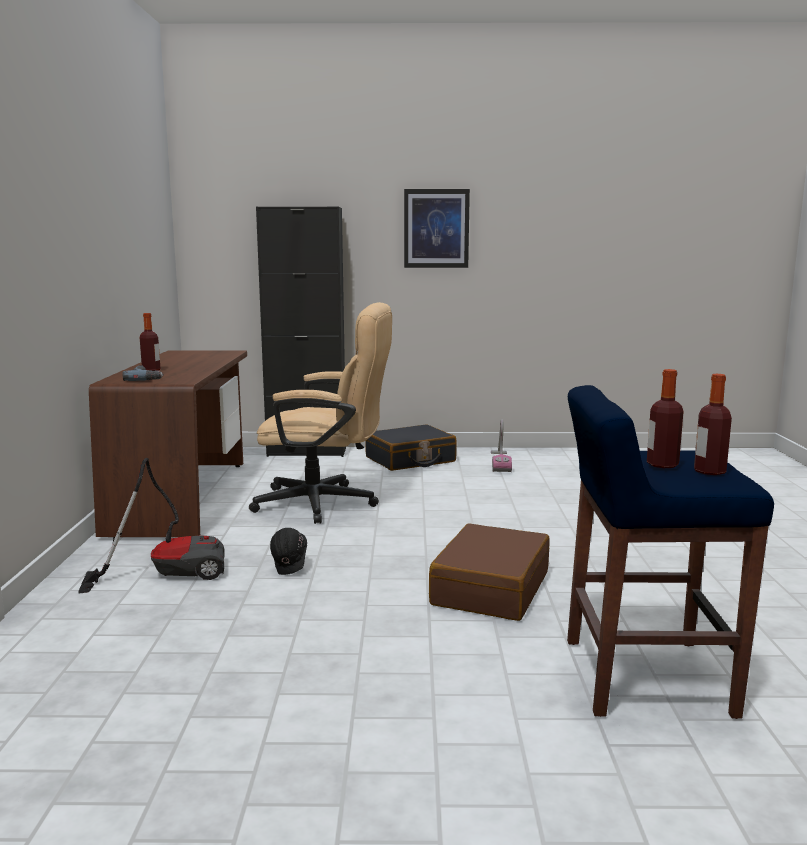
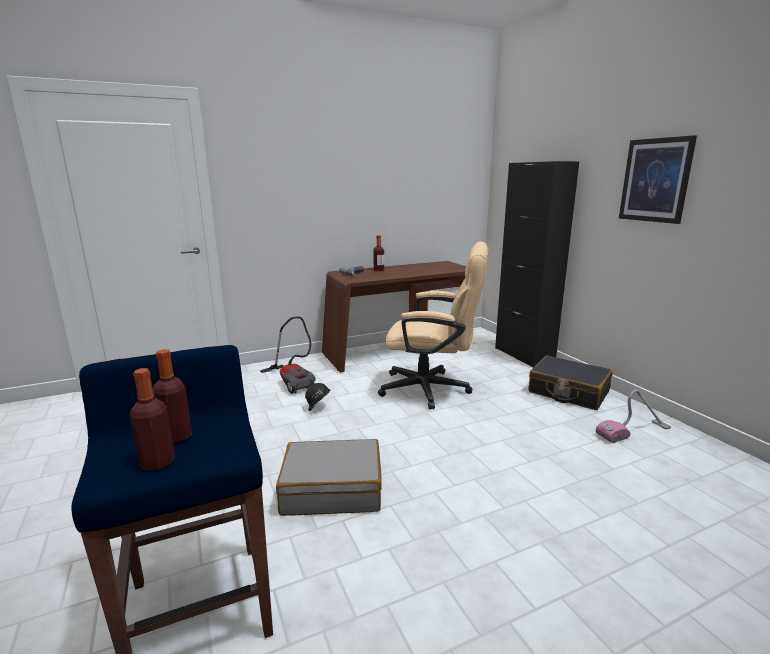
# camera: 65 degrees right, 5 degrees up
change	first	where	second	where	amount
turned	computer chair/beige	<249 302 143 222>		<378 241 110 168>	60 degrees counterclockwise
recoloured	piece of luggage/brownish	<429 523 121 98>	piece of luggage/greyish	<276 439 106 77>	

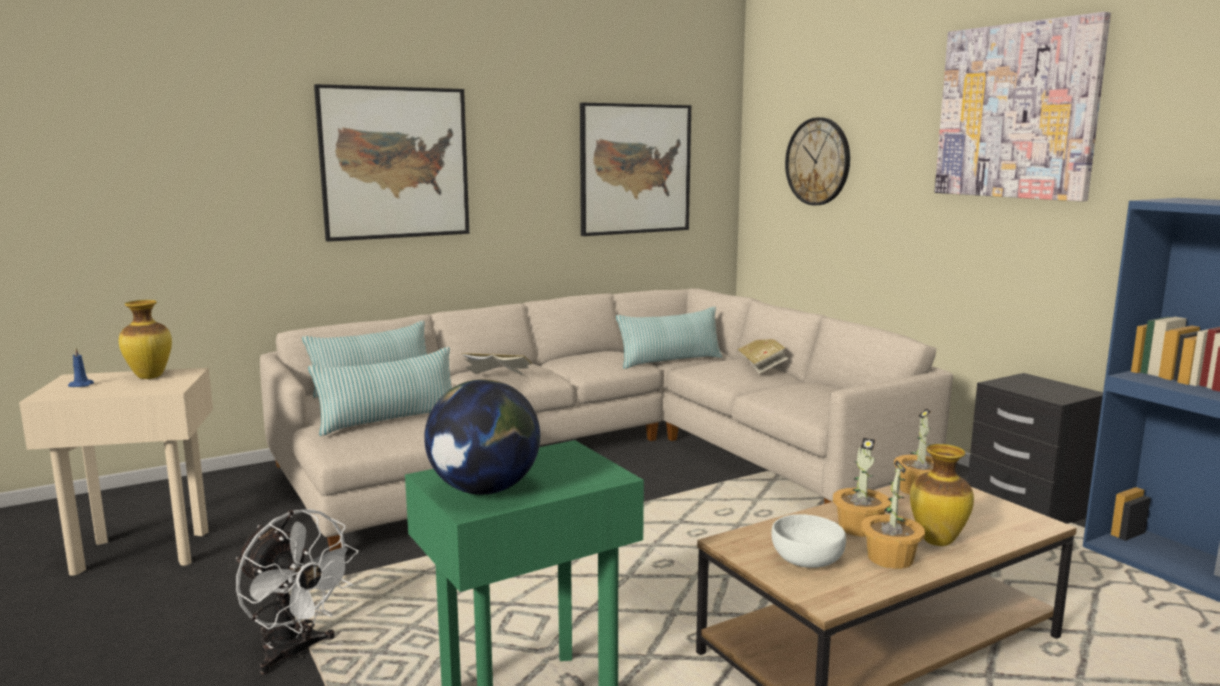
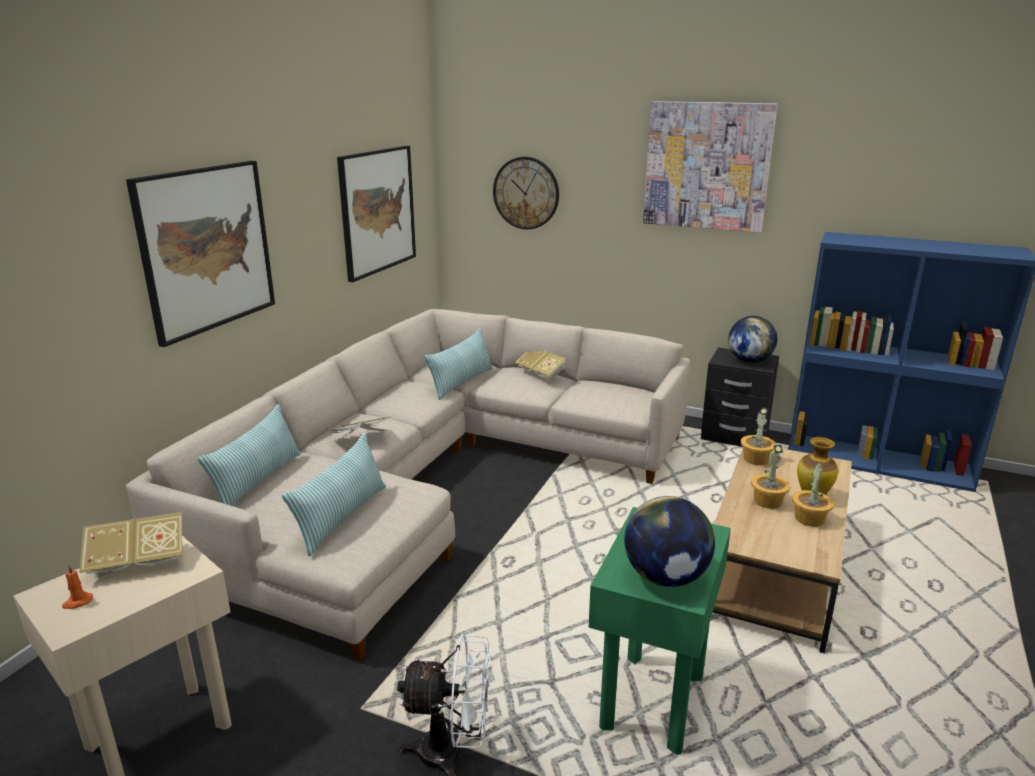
# camera: 35 degrees left, 10 degrees up
change	first	where	second	where	amount
replaced	decorative vase	<119 300 53 79>	bound book	<79 512 103 67>	
recoloured	wax candle/bluish	<68 348 26 39>	wax candle/orangey	<62 565 31 44>	
removed	bowl/whitish	<771 514 75 54>			
added			globe	<728 316 49 47>	

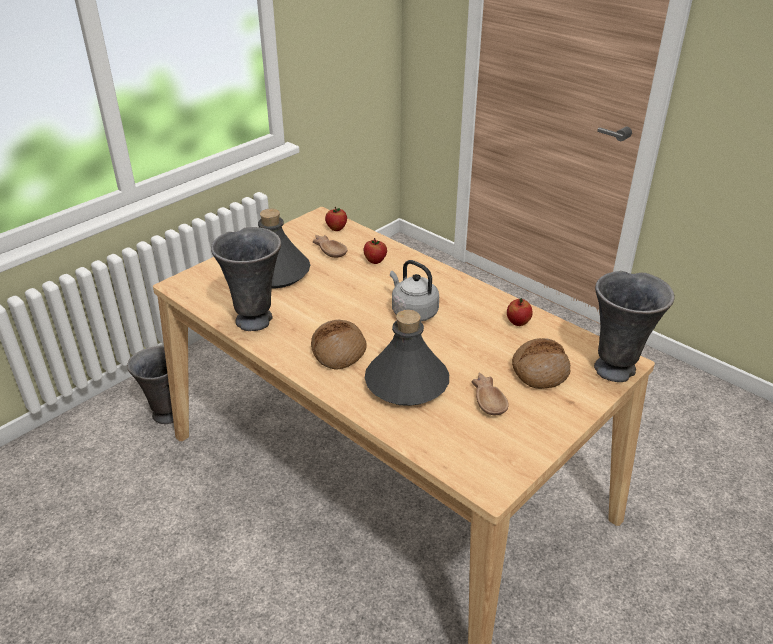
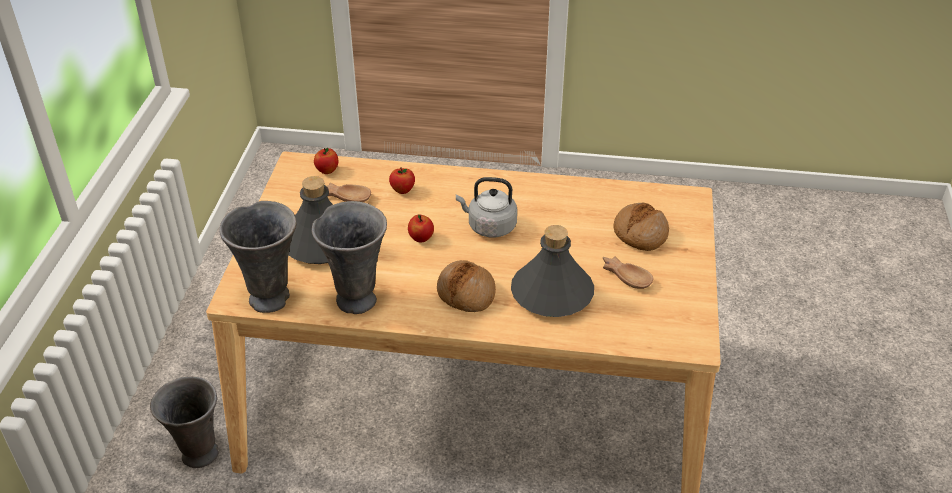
# camera: 35 degrees left, 5 degrees up
change	first	where	second	where	amount
moved	decorative vase/greyish	<594 271 81 111>		<219 201 78 112>	
moved	apple fruit	<507 298 26 28>		<408 215 26 28>	

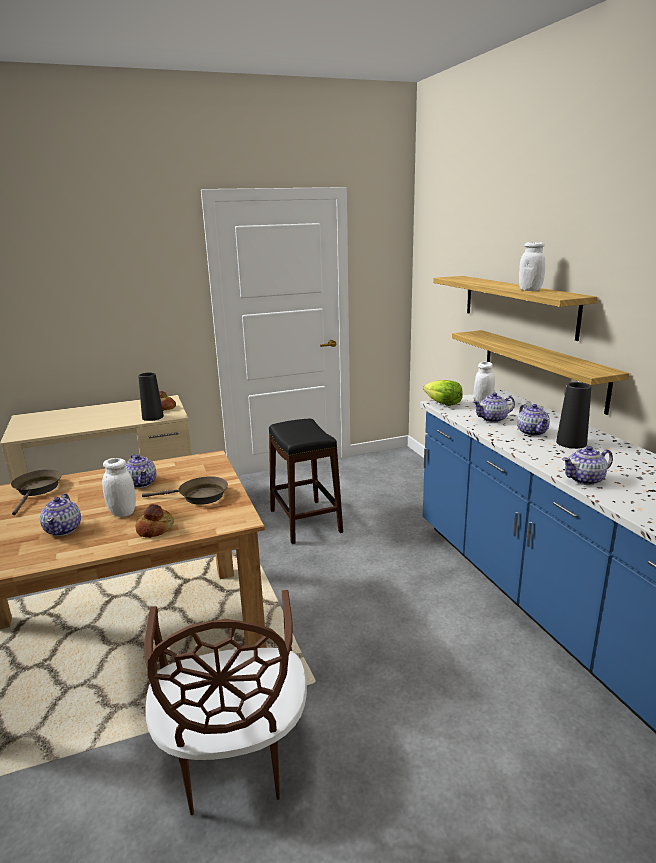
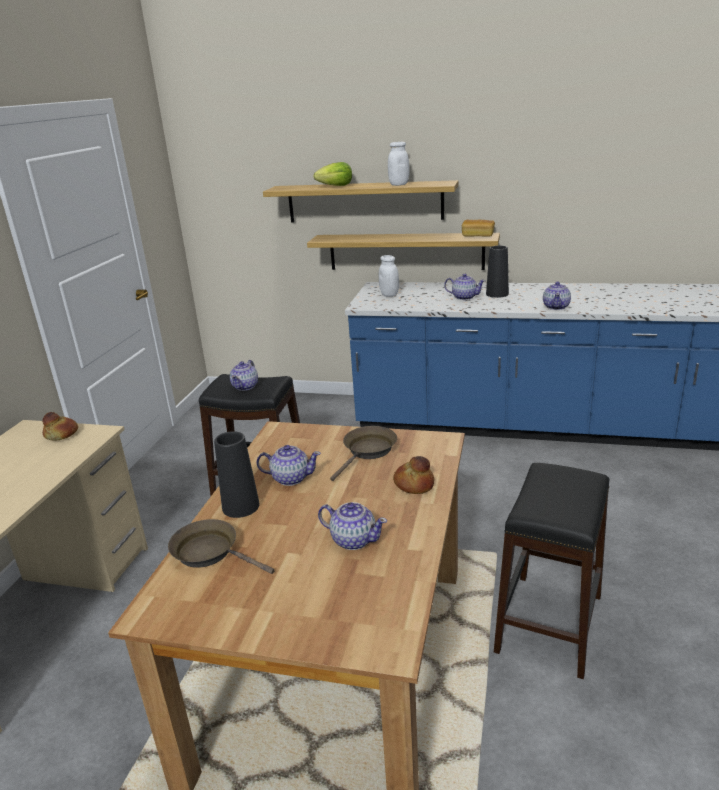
# camera: 55 degrees left, 5 degrees up
change	first	where	second	where	amount
moved	decorative vase/black	<138 372 26 49>		<214 431 46 87>	
moved	head of lettuce	<423 380 40 26>		<313 162 39 24>	
moved	pot for tea	<473 393 42 30>		<230 360 28 31>	
removed	preserve jar/whitish	<102 458 34 59>			
replaced	plain chair/brownish	<144 590 163 225>	sitting stool/black	<494 463 115 216>	
added			bakery bread	<462 219 33 18>	

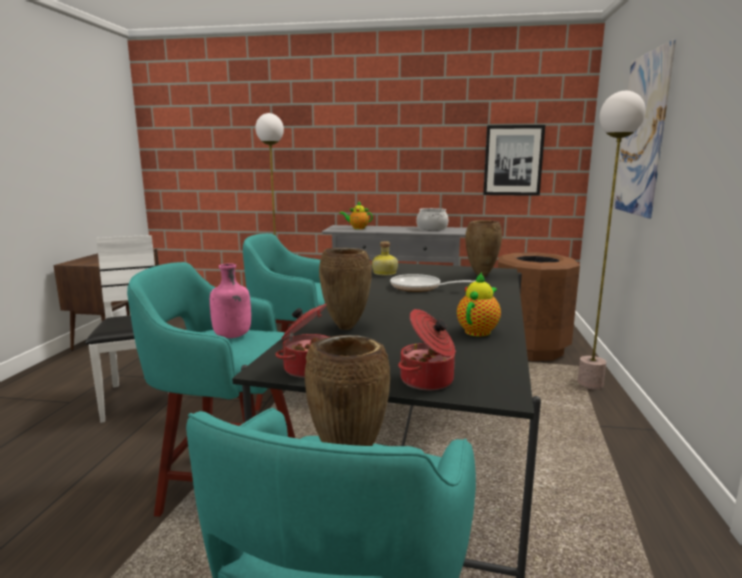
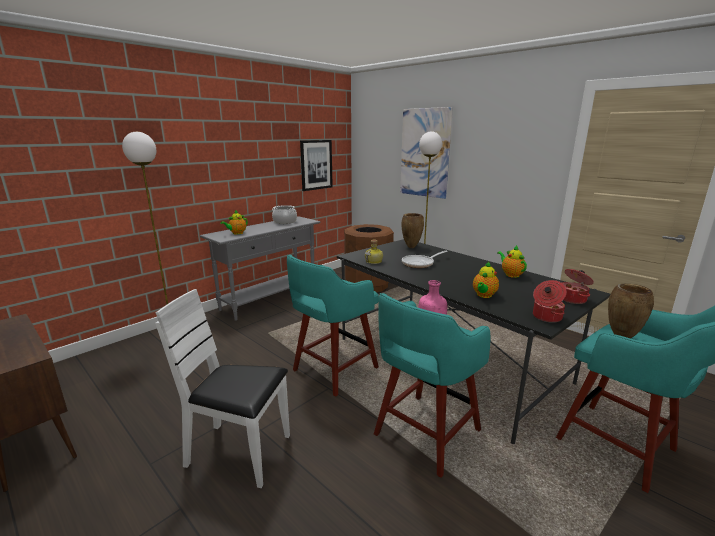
# camera: 55 degrees left, 5 degrees up
change	first	where	second	where	amount
replaced	decorative vase/brownish	<319 248 53 82>	pot for tea	<473 262 26 36>	

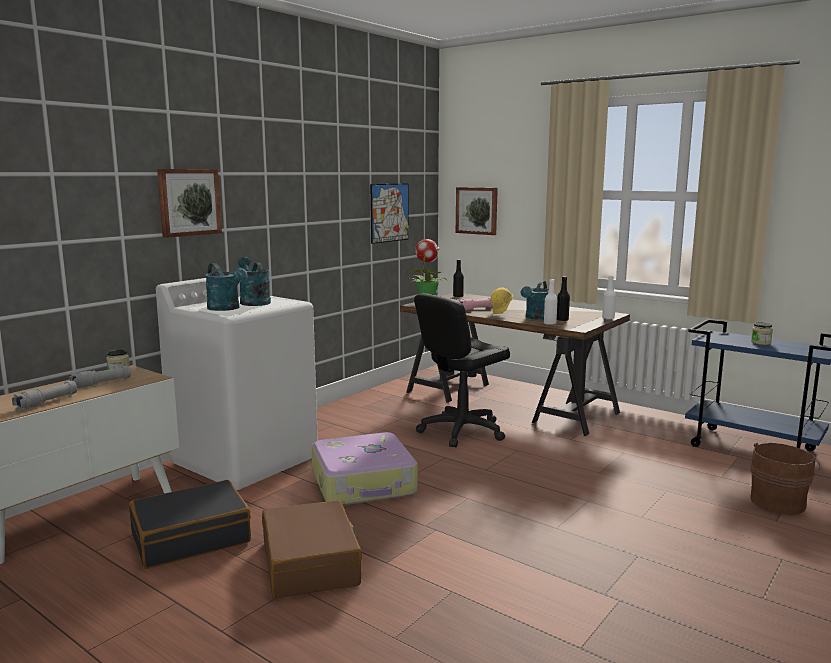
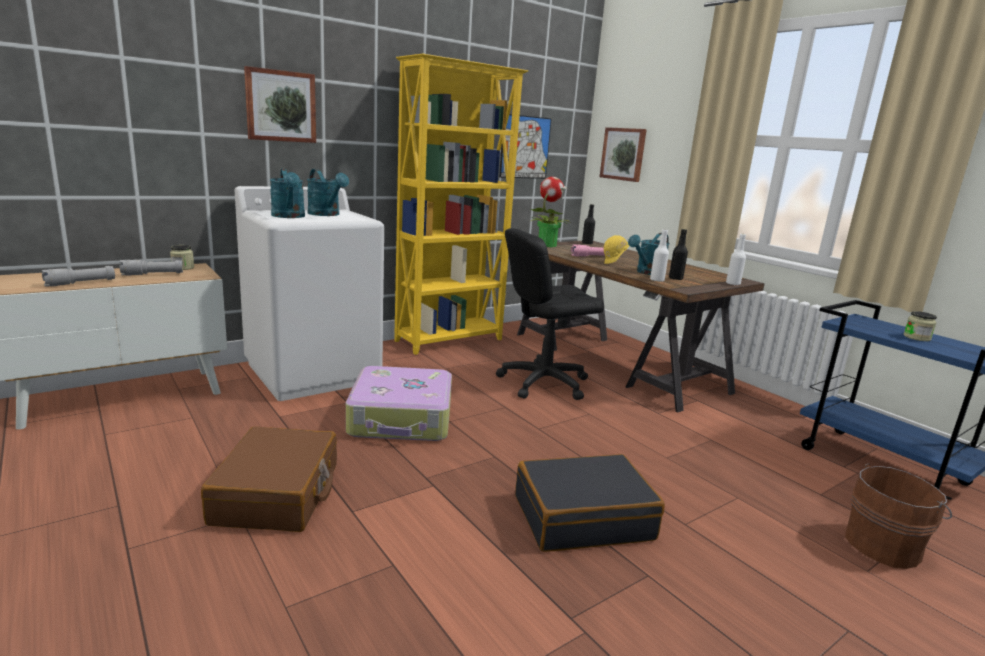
# camera: 15 degrees right, 5 degrees up
change	first	where	second	where	amount
turned	sprinkling can/blue-green	<238 257 33 49>		<307 169 42 47>	150 degrees clockwise
moved	piece of luggage/black	<129 480 122 89>		<515 454 150 98>	
added			shelving unit/yellow	<394 54 134 301>	

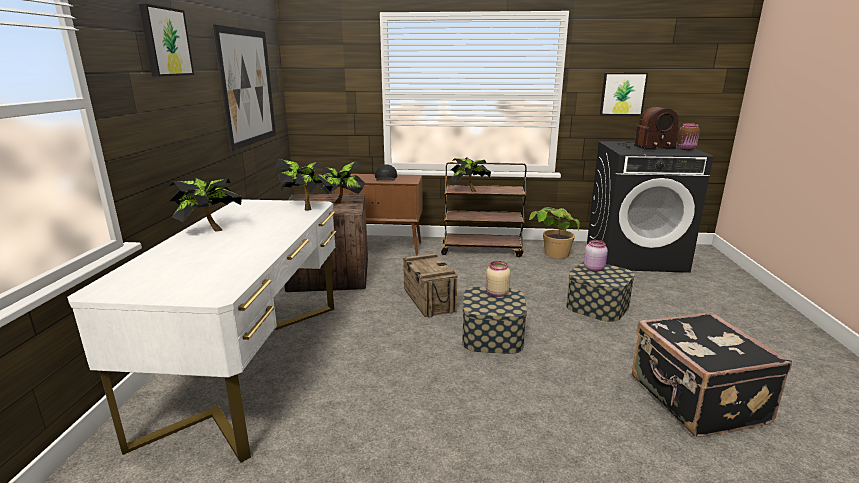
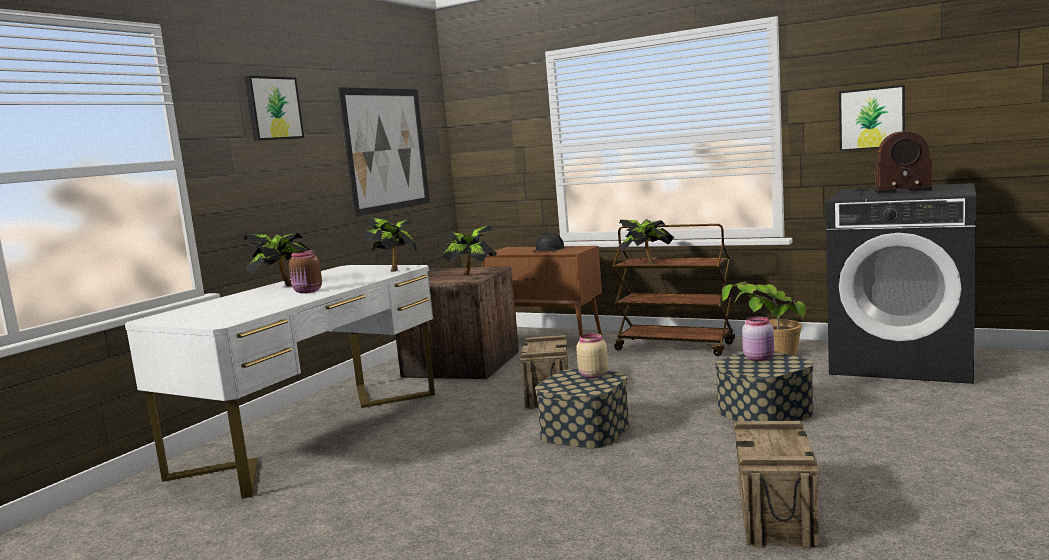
# camera: 25 degrees right, 10 degrees down
change	first	where	second	where	amount
moved	preserve jar/brownish	<677 123 23 27>		<289 250 33 43>	
replaced	piece of luggage/black	<632 312 160 125>	shipping crate	<734 421 86 128>	

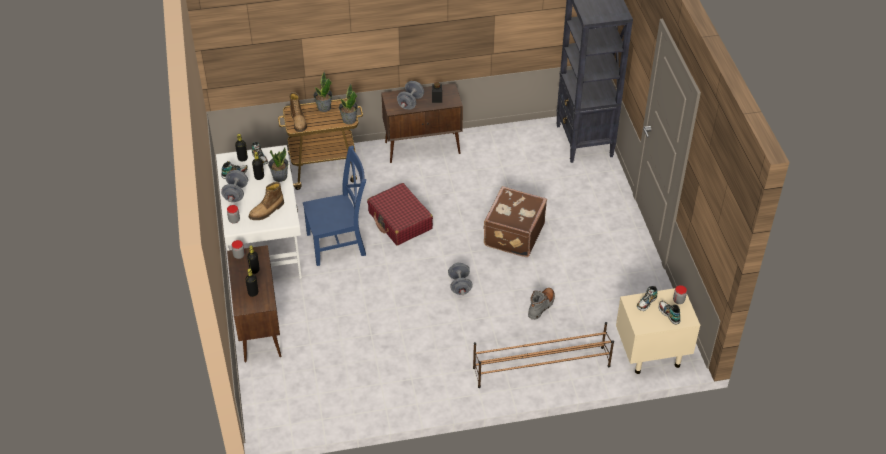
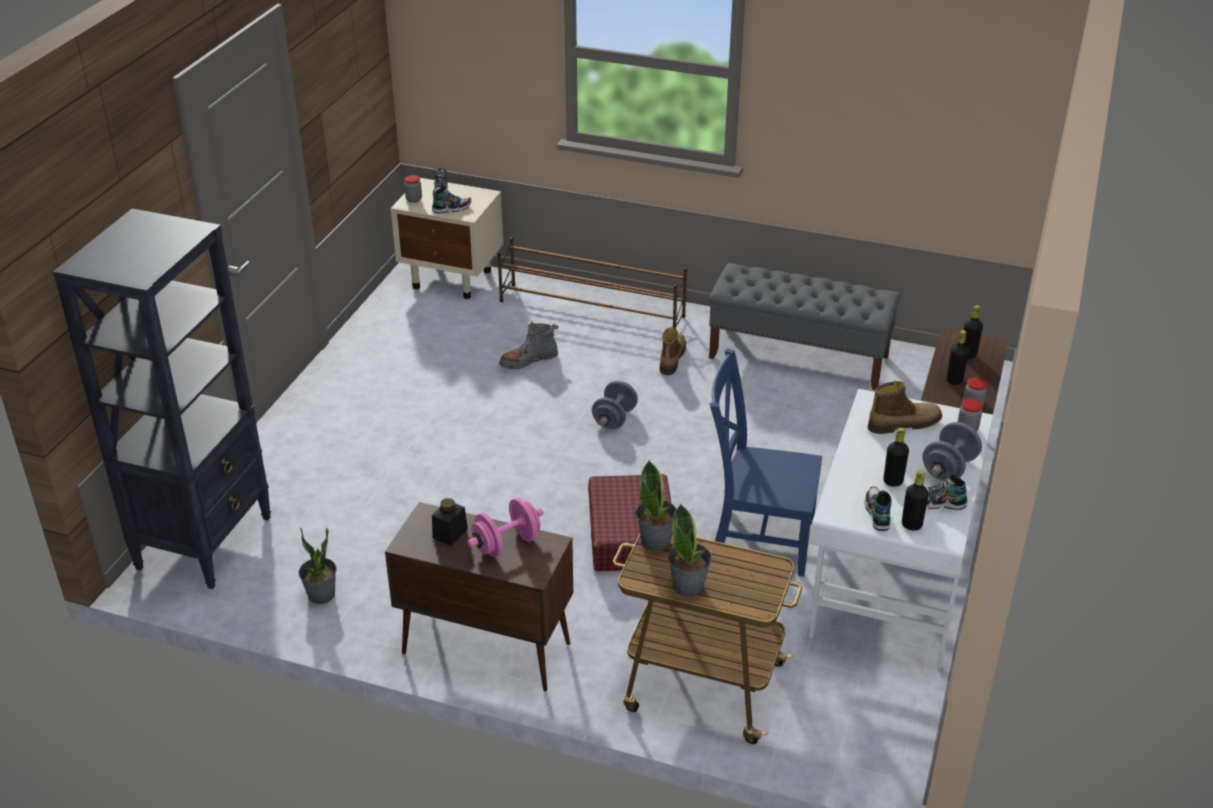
# camera: 150 degrees left, 10 degrees down
change	first	where	second	where	amount
recoloured	hand weight/greyish	<397 81 27 29>	hand weight/pinkish	<467 498 77 59>	
moved	high-top boot	<289 92 18 40>		<660 327 26 48>	
moved	houseplant	<268 147 20 35>		<299 527 37 77>	
removed	piece of luggage/brownish	<483 186 64 71>			
added			long seat/greyish	<709 263 191 127>	

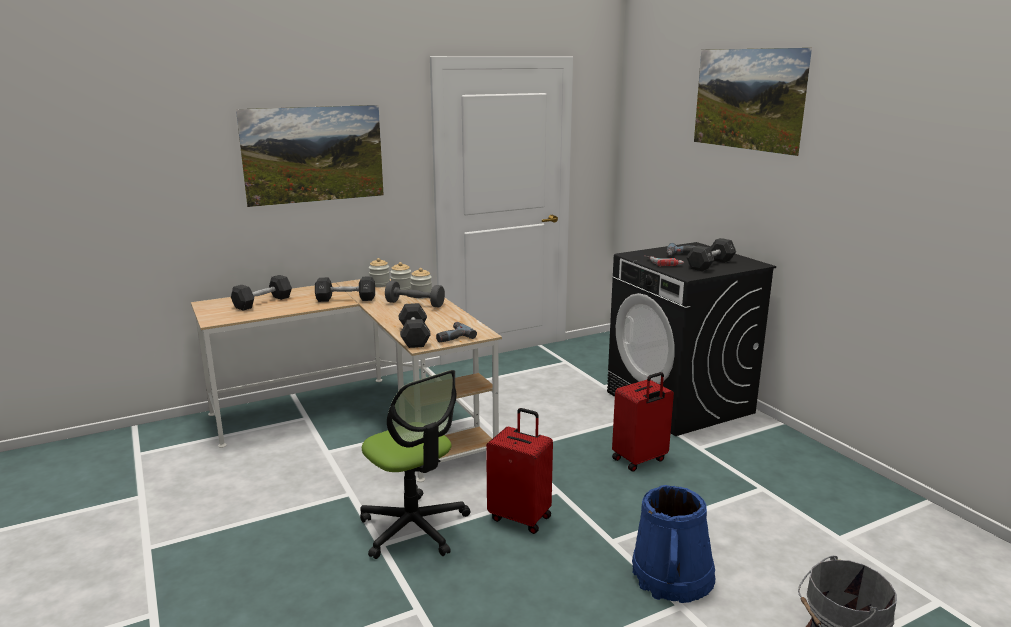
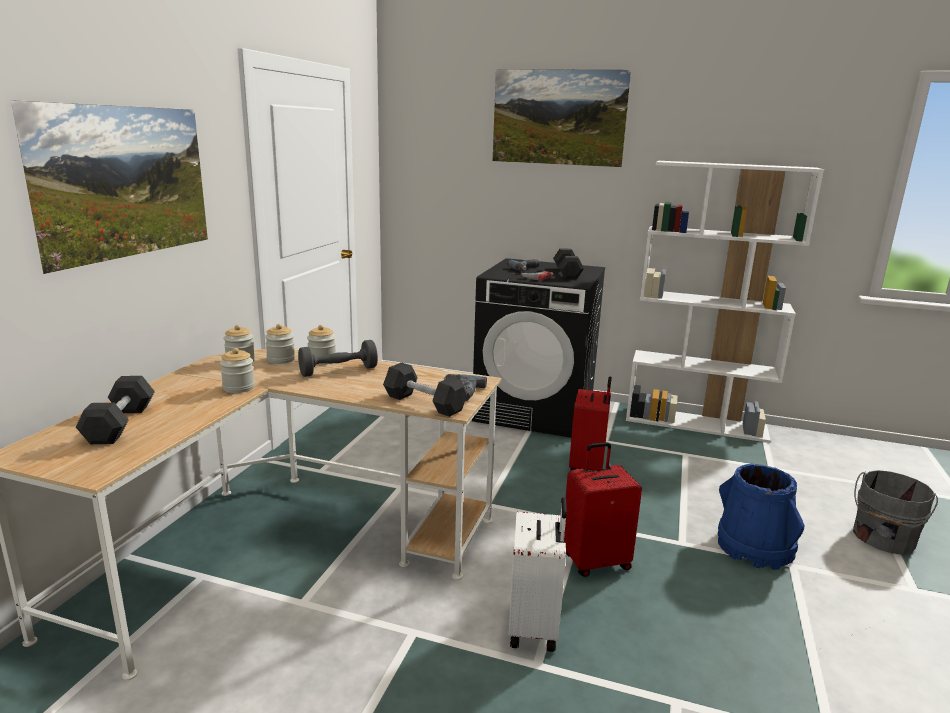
# camera: 45 degrees left, 0 degrees up
change	first	where	second	where	amount
replaced	hand weight/black	<315 277 60 25>	preserve jar	<220 348 35 45>	
replaced	computer chair	<360 370 110 189>	piece of luggage/whitish	<509 497 58 155>	
added			shelving unit/whitish	<626 161 198 282>	

